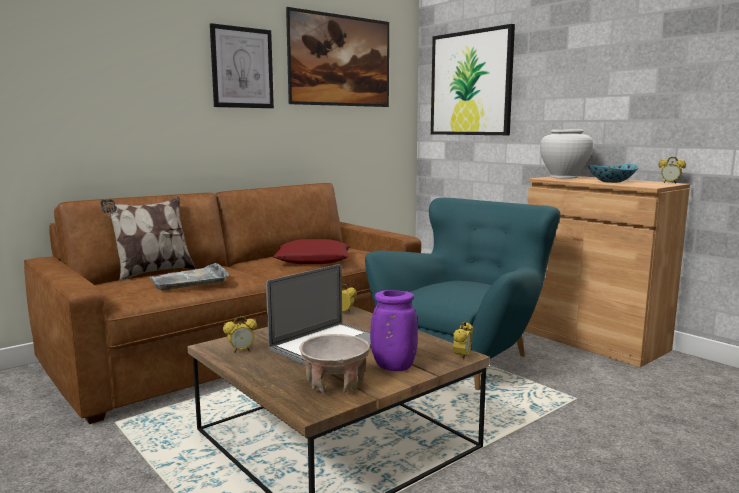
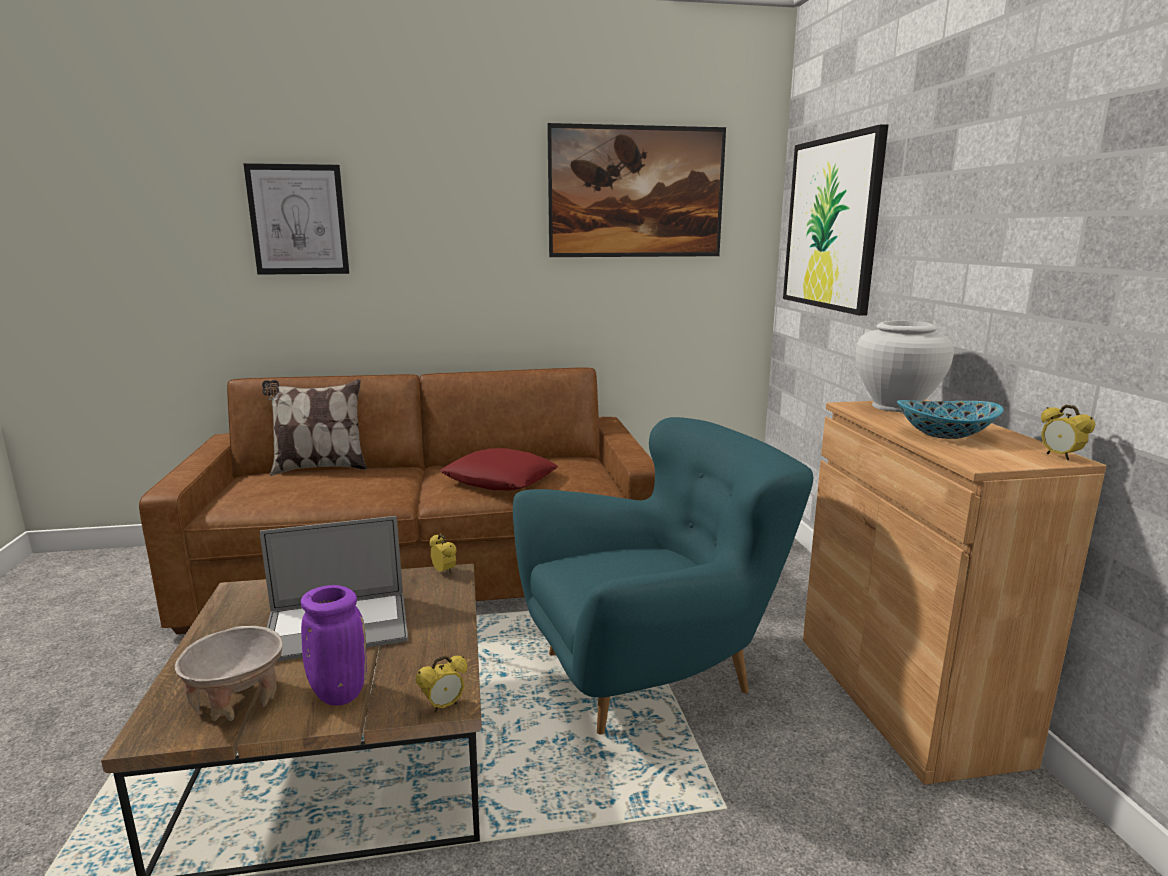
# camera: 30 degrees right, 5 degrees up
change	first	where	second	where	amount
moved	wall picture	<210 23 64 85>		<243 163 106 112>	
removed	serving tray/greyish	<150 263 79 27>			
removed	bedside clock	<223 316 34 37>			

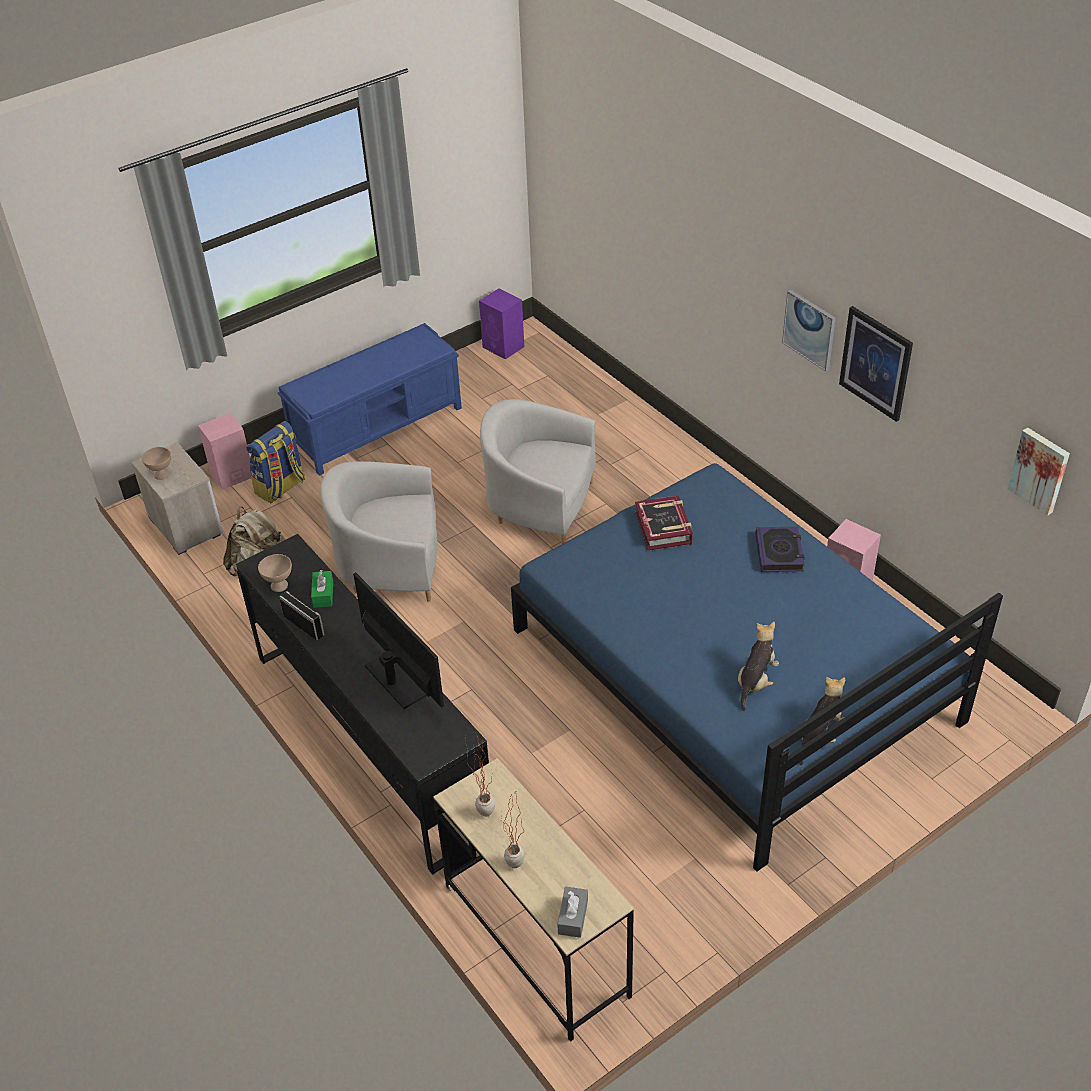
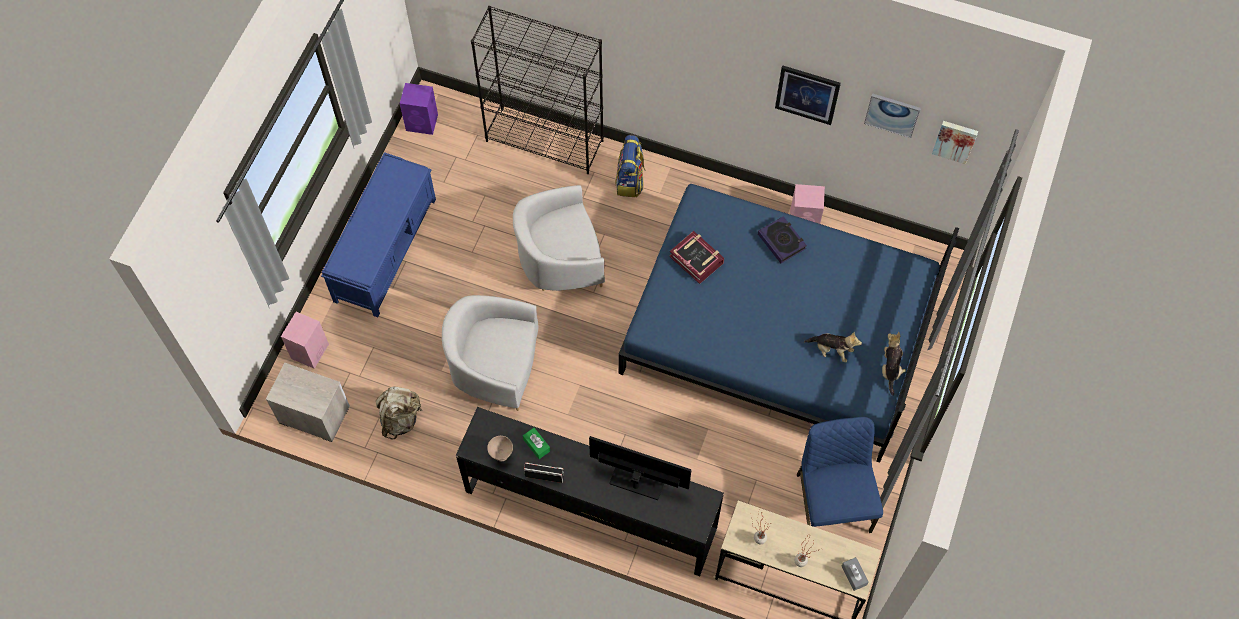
# camera: 35 degrees left, 20 degrees up
change	first	where	second	where	amount
moved	wall picture	<782 290 54 81>		<864 93 57 45>	
moved	rucksack	<247 421 58 82>		<615 135 30 62>	
removed	bowl/beige	<142 447 29 33>			
turned	easy chair/whitish	<320 461 117 141>		<442 295 97 116>	45 degrees clockwise
turned	soft toy	<738 621 41 90>		<804 332 58 31>	120 degrees clockwise
added			shelving unit/black	<471 6 133 168>	
added			plain chair/bluish	<797 417 86 116>	

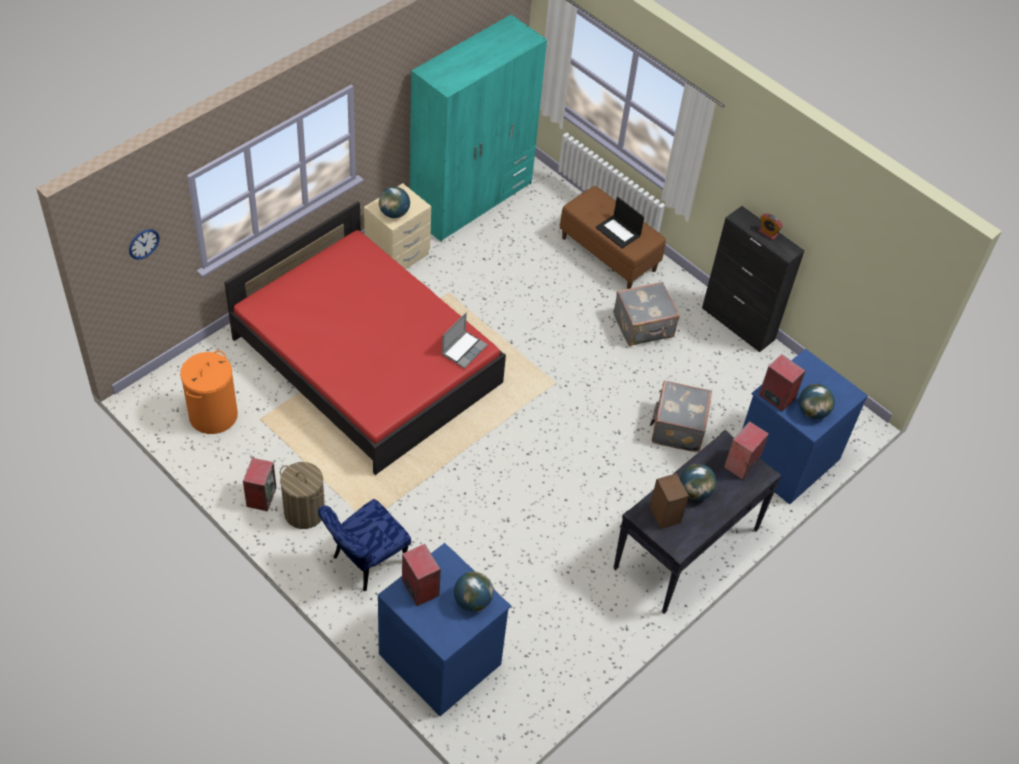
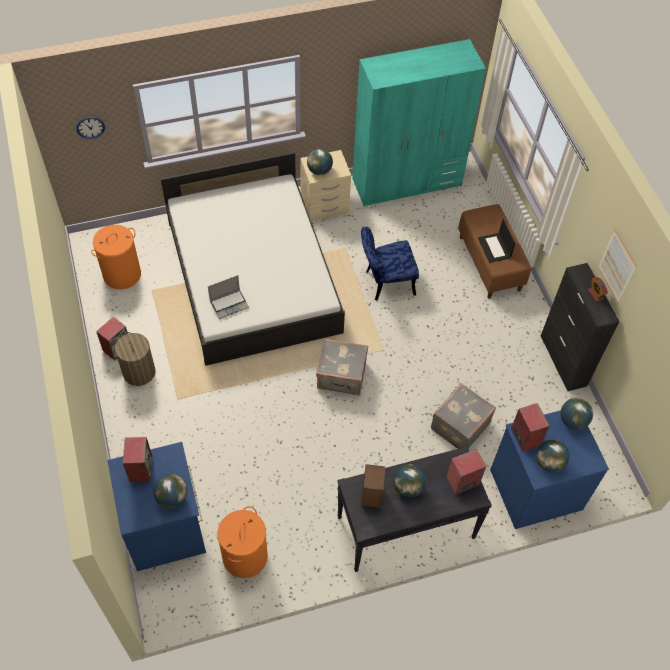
# camera: 30 degrees right, 5 degrees up
change	first	where	second	where	amount
recoloured	bed/red	<224 201 282 274>	bed/whitish	<161 152 184 214>	
moved	piece of luggage/greyish	<614 282 66 64>		<316 339 52 56>	
moved	laptop	<442 312 46 57>		<208 275 41 44>	
moved	plain chair/bluish	<318 499 93 92>		<361 227 58 74>	
added			wall picture	<598 229 39 74>	
added			globe	<560 398 33 32>	
added			washing basket/orangey	<217 506 51 72>	

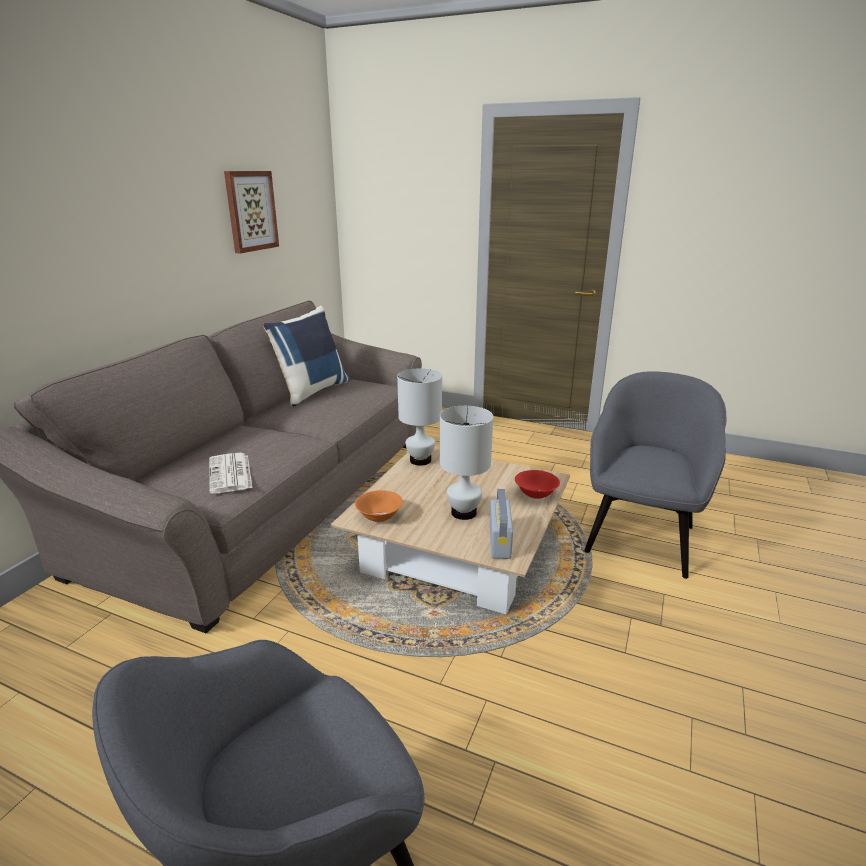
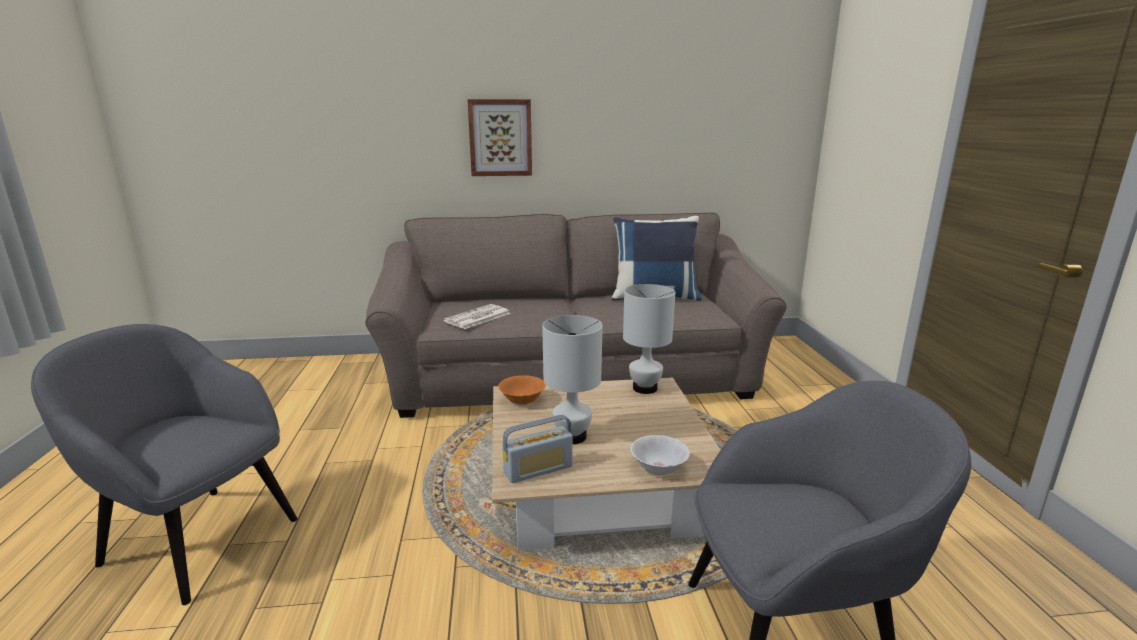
# camera: 60 degrees right, 5 degrees down
change	first	where	second	where	amount
moved	wall picture	<224 171 55 82>		<467 99 65 77>	
recoloured	bowl/red	<515 470 45 29>	bowl/whitish	<630 435 60 40>	

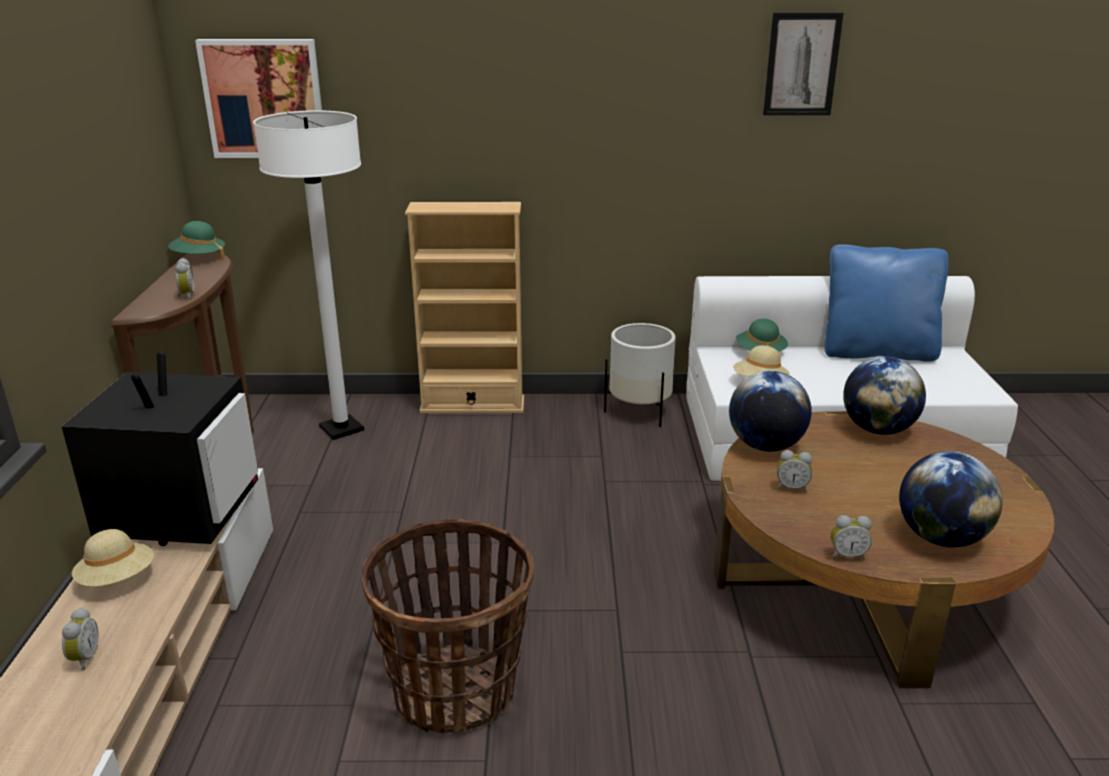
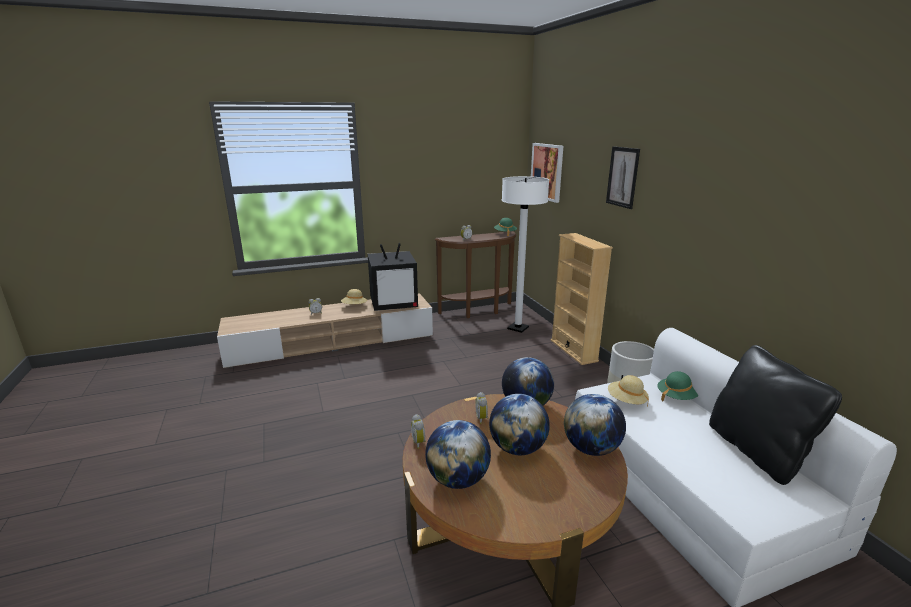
# camera: 70 degrees right, 5 degrees down
change	first	where	second	where	amount
moved	wall picture	<763 12 81 103>		<606 146 34 63>	
recoloured	throw pillow/bluish	<824 244 125 118>	throw pillow/black	<709 345 133 140>	
removed	basket	<362 519 172 214>			
added			globe	<489 394 61 61>	

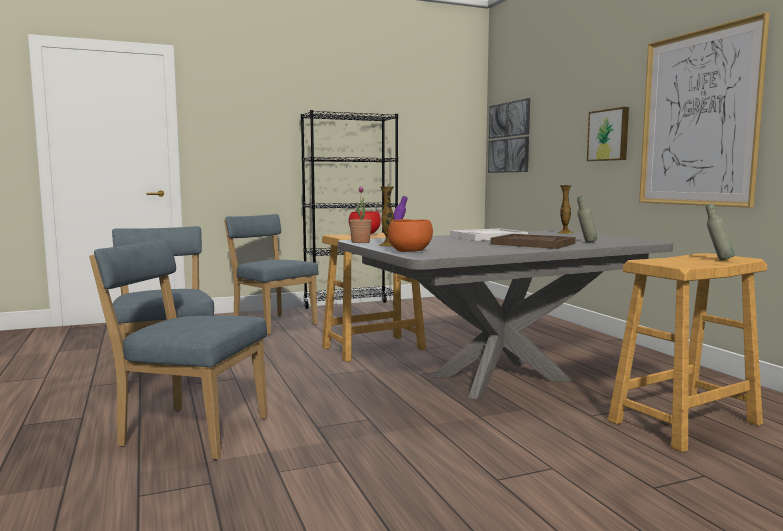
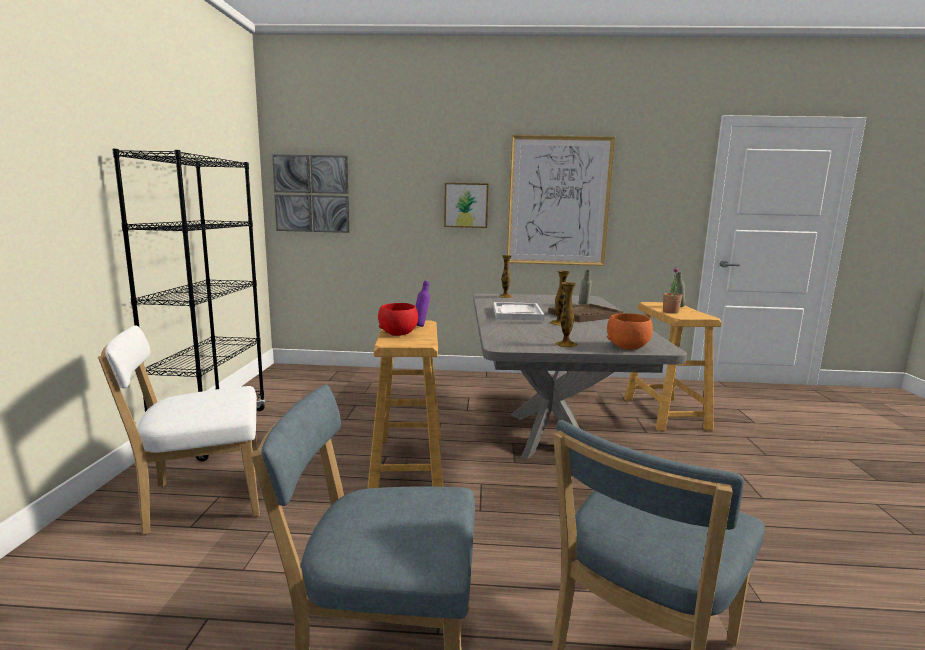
# camera: 65 degrees left, 5 degrees up
change	first	where	second	where	amount
moved	houseplant	<349 186 23 57>		<663 267 19 47>	
recoloured	plain chair/bluish	<224 214 95 121>	plain chair/whitish	<98 325 162 210>	
added			decorative vase	<550 270 20 56>	

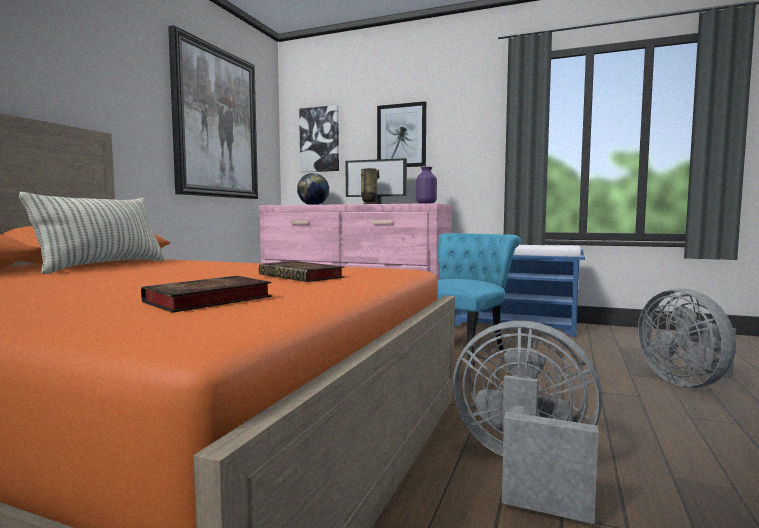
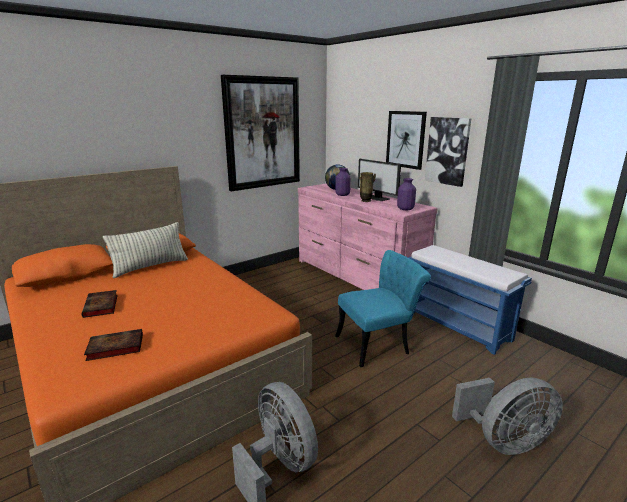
# camera: 30 degrees right, 15 degrees up
change	first	where	second	where	amount
moved	wall picture	<299 105 40 67>		<425 117 46 70>	
moved	bound book	<259 261 85 21>		<82 290 36 28>	
turned	electric fan/greyish	<638 288 98 100>		<452 378 111 77>	120 degrees counterclockwise
added			decorative vase/purple-coloured	<335 168 16 28>	

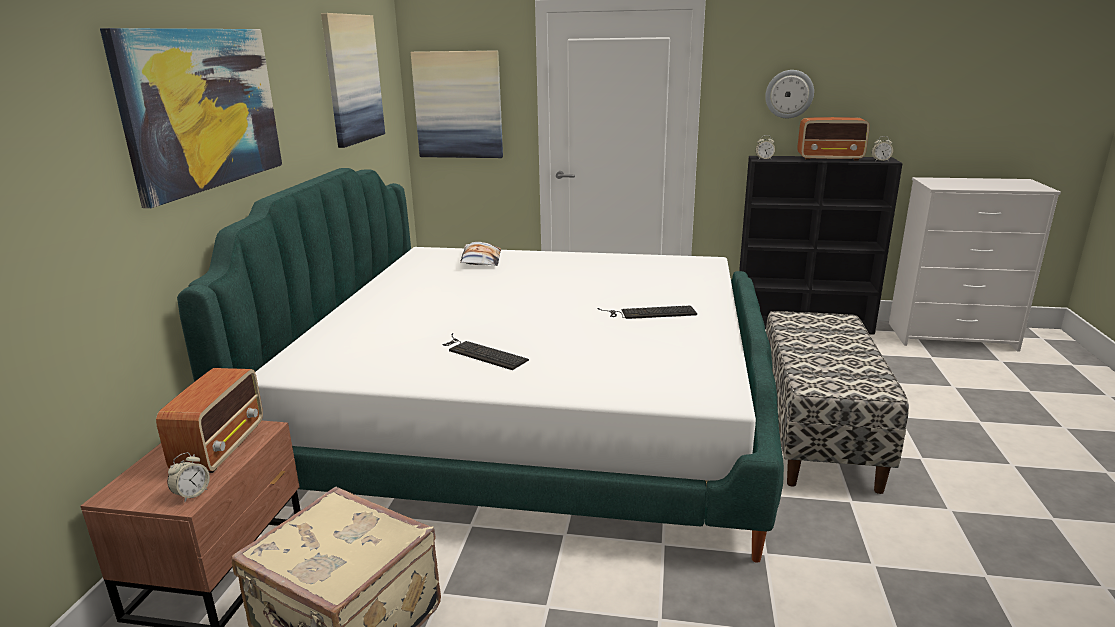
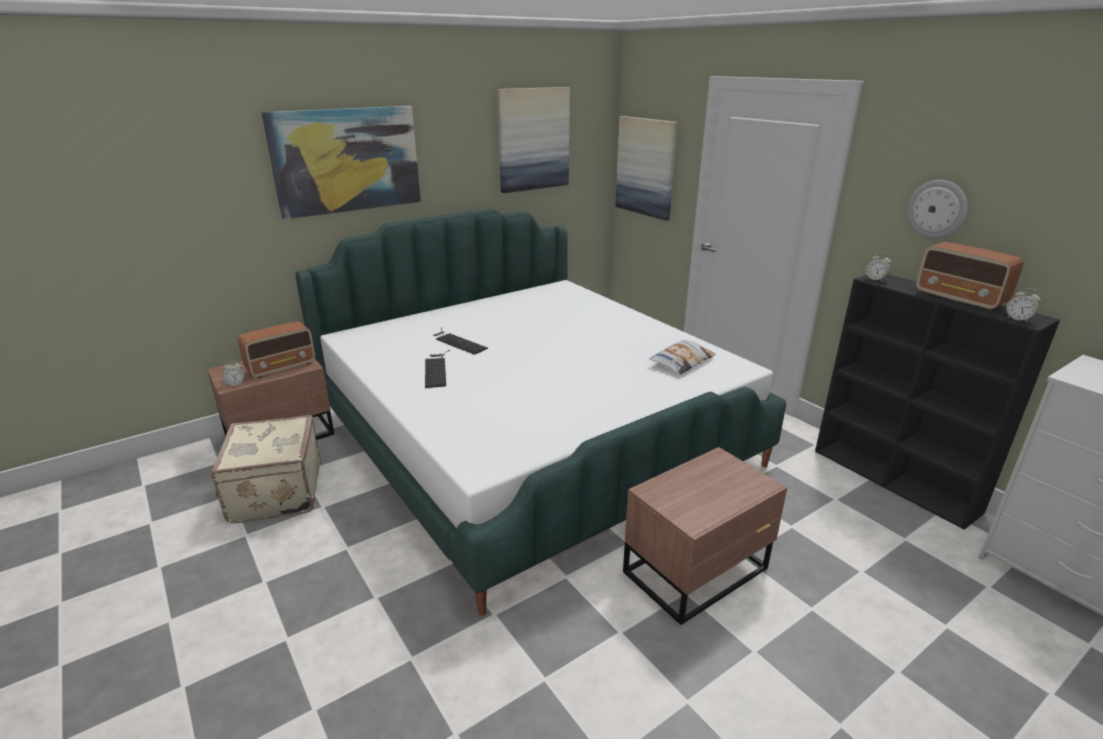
# camera: 45 degrees right, 5 degrees up
change	first	where	second	where	amount
moved	throw pillow	<460 242 41 24>		<649 340 67 34>	
moved	PC keyboard	<597 306 100 13>		<434 328 54 27>	
replaced	long seat	<766 311 143 183>	nightstand/brownish	<623 447 164 178>	

